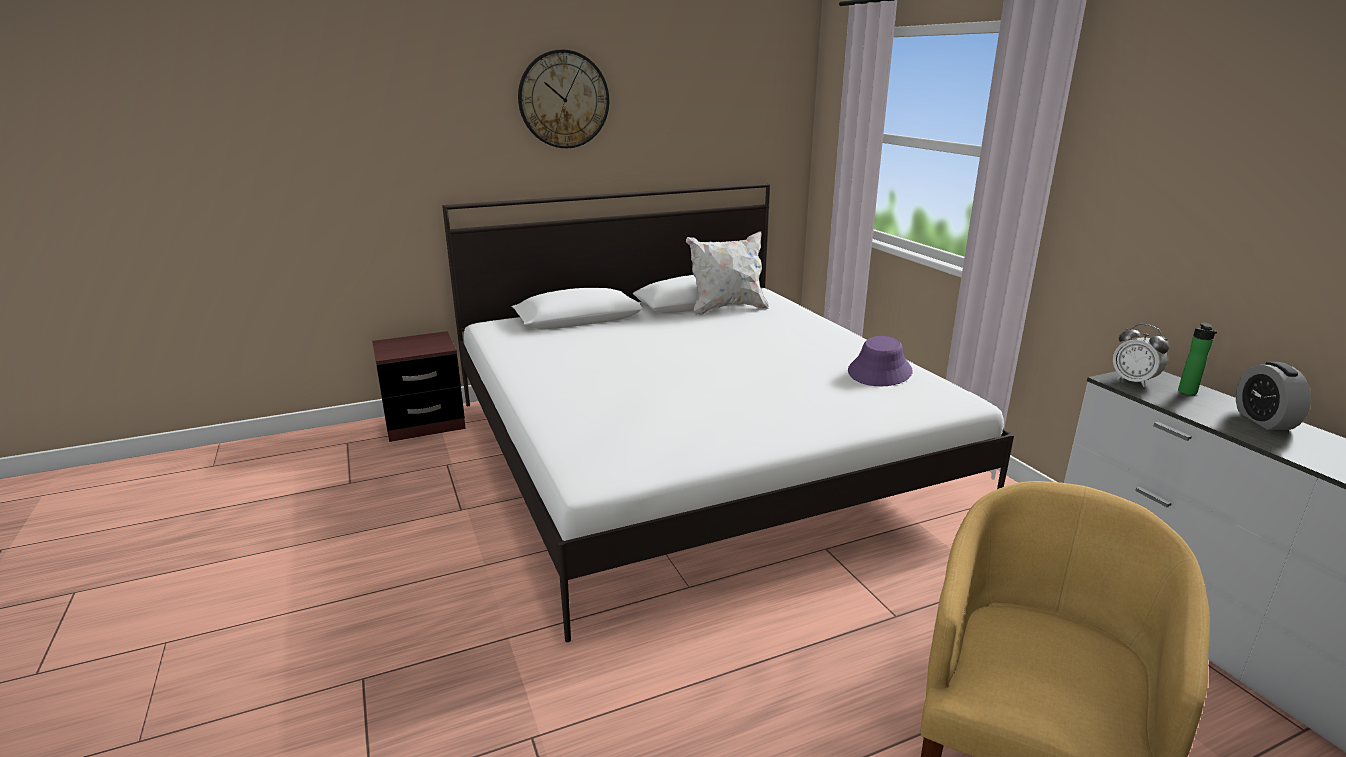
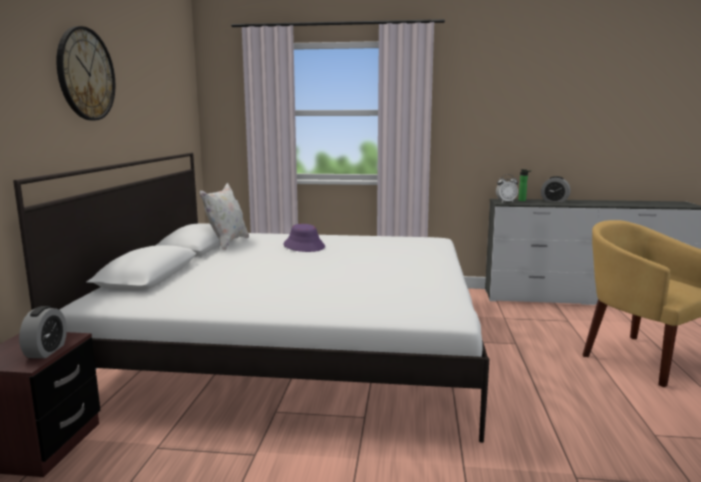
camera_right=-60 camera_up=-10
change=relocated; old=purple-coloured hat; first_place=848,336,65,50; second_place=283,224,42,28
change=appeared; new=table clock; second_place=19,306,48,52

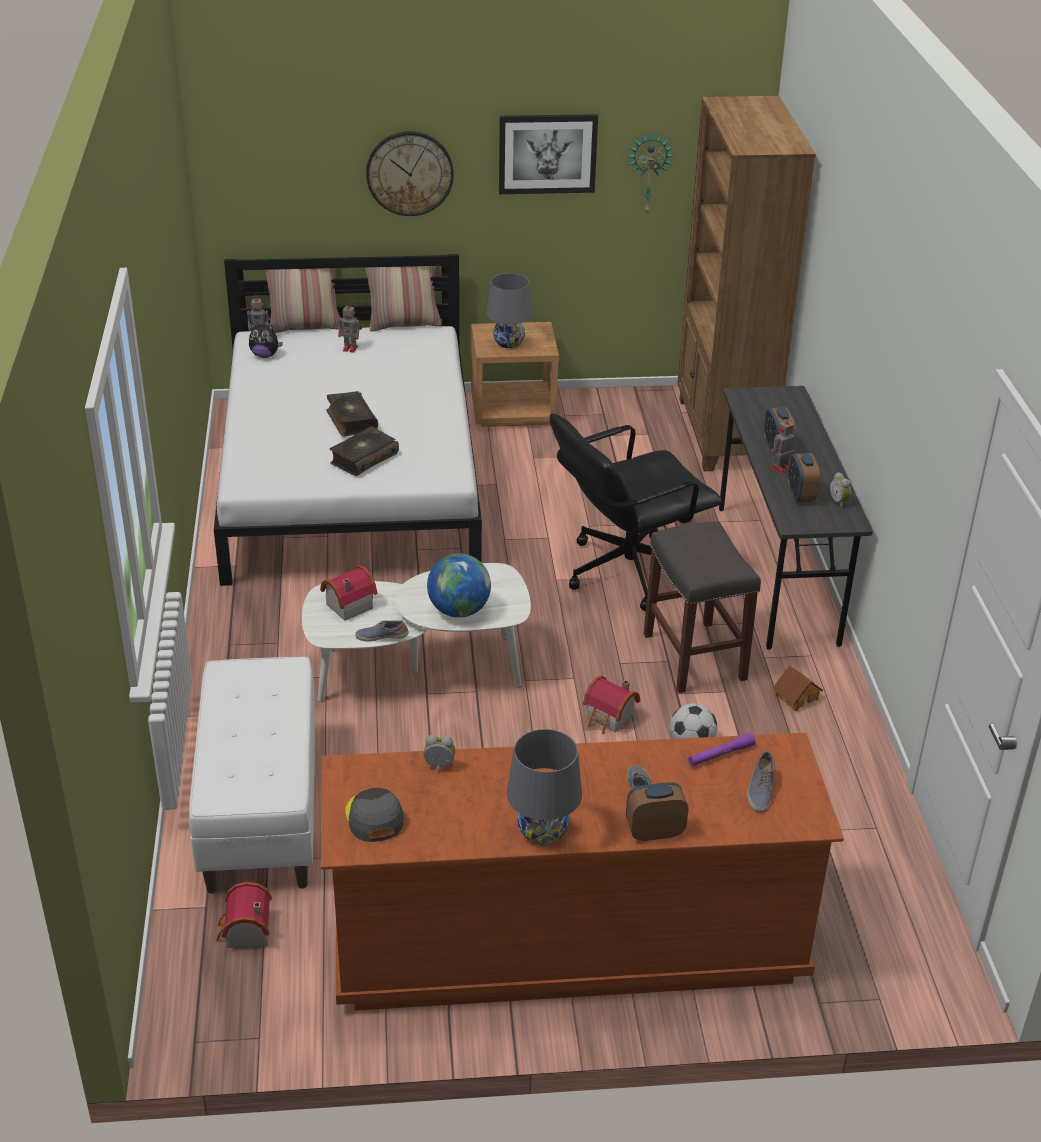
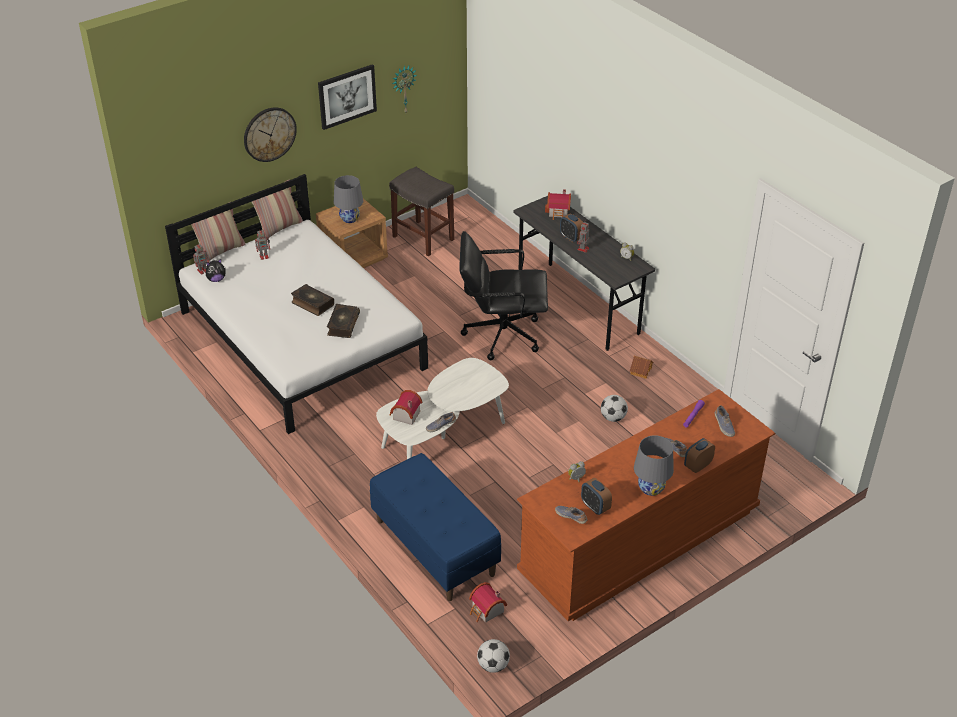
camera_right=-30 camera_up=5
change=colour; old=whitish bench; new=blue-coloured bench; first_place=189,657,126,236; second_place=370,453,131,148
change=exchanged; old=grey peaked cap; new=shoe; first_place=345,788,59,54; second_place=555,506,32,18
change=missing; old=desk globe; first_place=427,553,64,65
change=spun; old=black computer chair; first_place=550,414,172,197; second_place=460,231,88,129; degrees=60
change=relocated; old=miniature house; first_place=583,675,57,59; second_place=545,189,26,31
change=relocated; old=grey sitting stool; first_place=644,522,117,171; second_place=389,167,65,89
change=missing; old=brown shelving unit; first_place=677,96,139,375
change=relocated; old=table clock; first_place=788,453,32,50; second_place=581,478,31,37
change=appeared; new=football; second_place=477,639,33,34

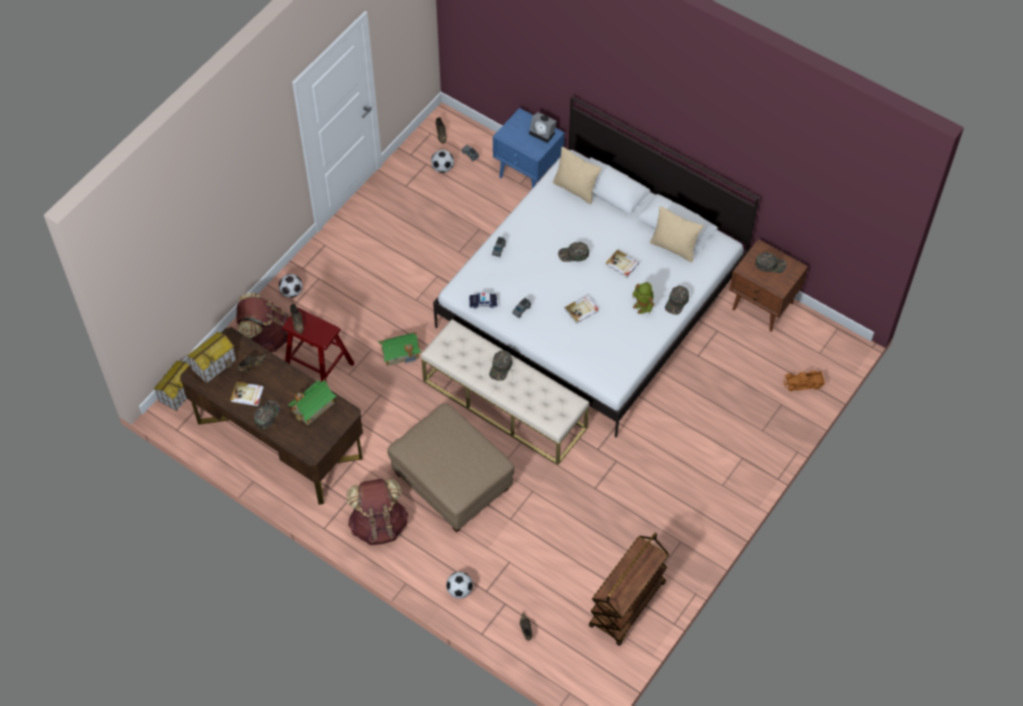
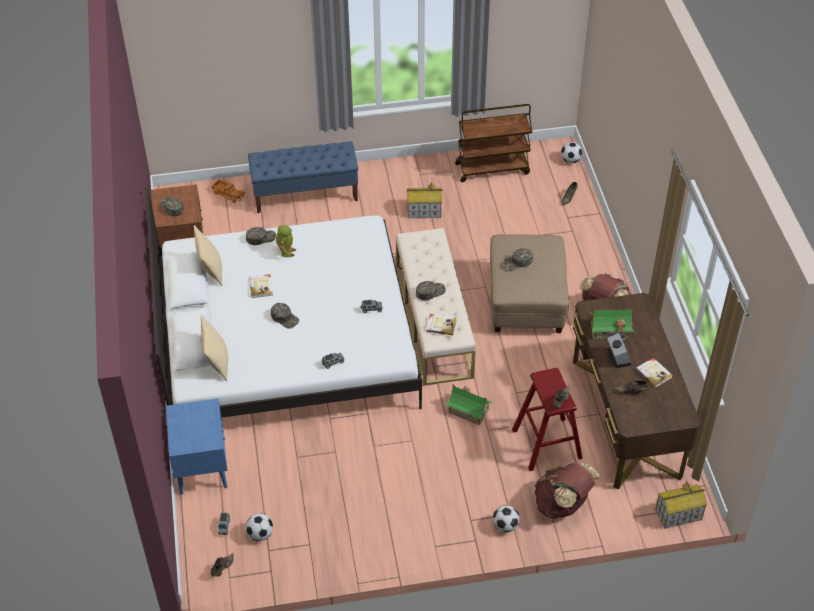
camera_right=-135 camera_up=-10
change=relocated; old=miniature house; first_place=187,332,49,51; second_place=407,182,35,36
change=relocated; old=greenish peaked cap; first_place=254,400,26,29; second_place=503,248,30,22
change=relocated; old=football; first_place=446,572,27,27; second_place=561,142,22,21
change=missing; old=miniature car; first_place=469,292,28,16
change=relocated; old=table clock; first_place=529,112,28,31; second_place=607,333,24,35
change=relocated; old=book; first_place=565,295,34,28; second_place=426,314,30,21
change=appeared; new=blue-coloured bench; second_place=248,141,110,72

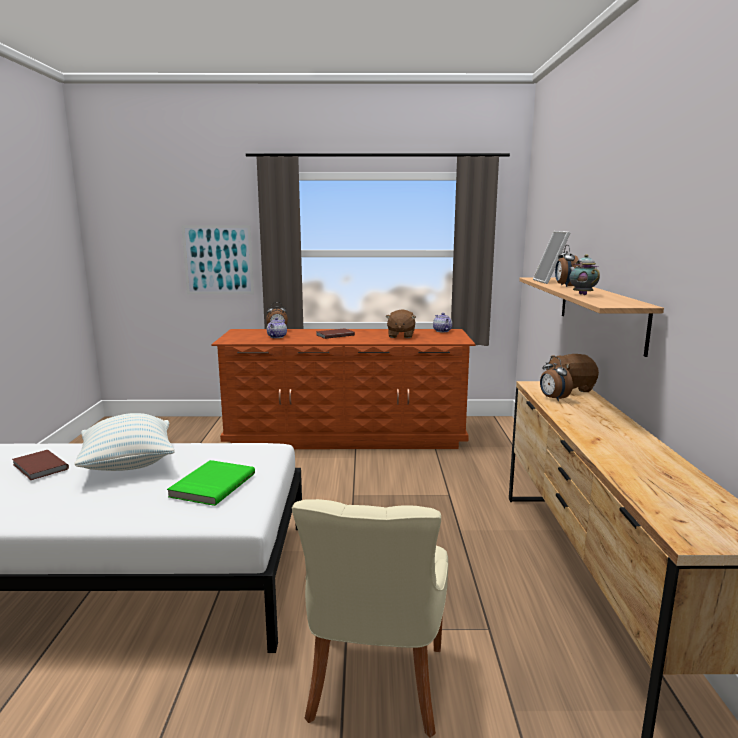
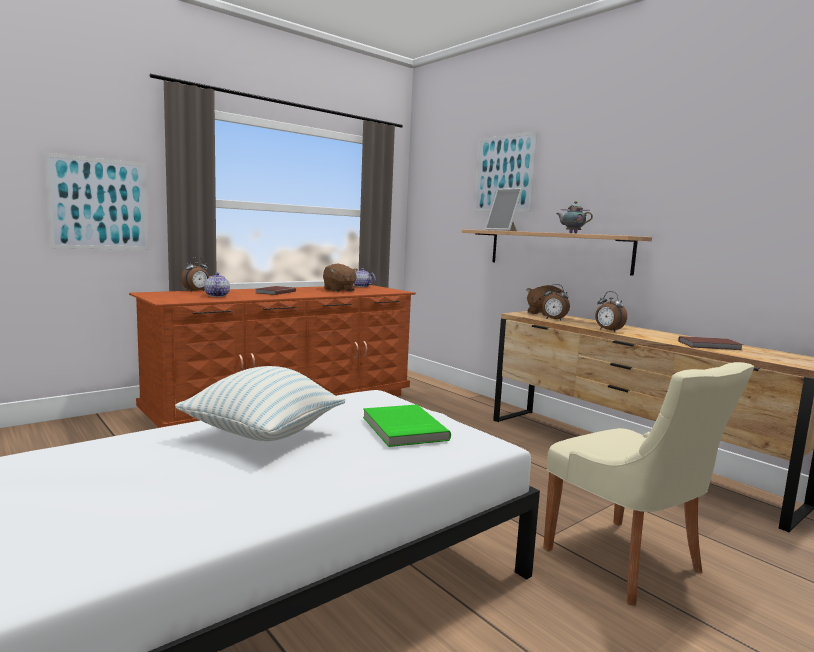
camera_right=-40 camera_up=-5
change=relocated; old=brown book; first_place=12,450,57,30; second_place=679,336,64,14
change=relocated; old=table clock; first_place=555,245,24,42; second_place=595,291,32,41
change=appeared; new=wall picture; second_place=474,131,63,81

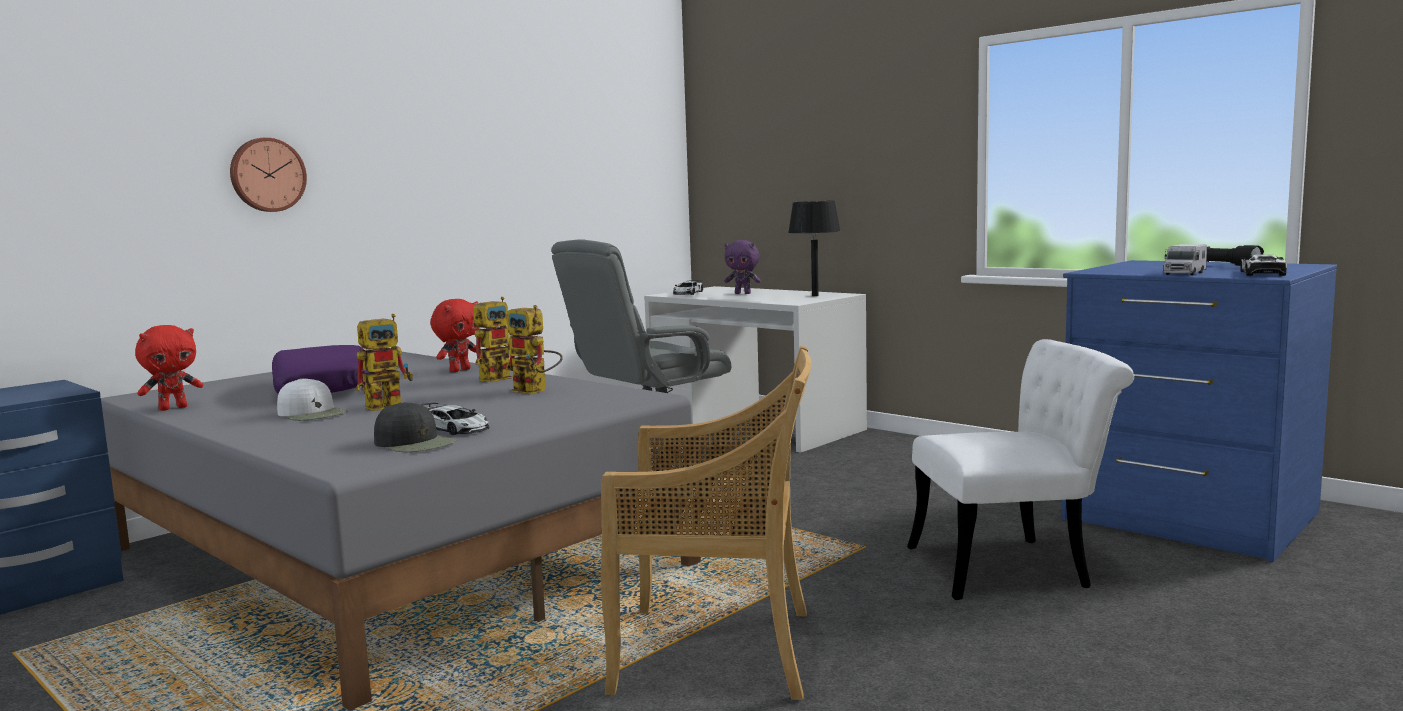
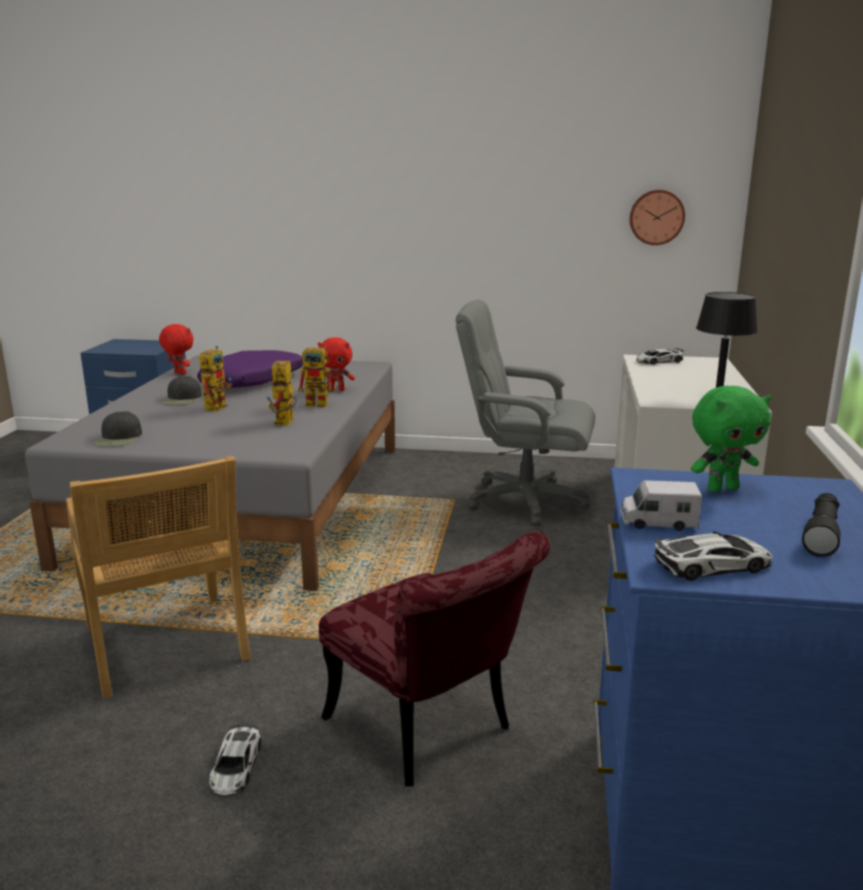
camera_right=55 camera_up=10
change=spun; old=red plush toy; first_place=135,325,68,86; second_place=159,324,35,51; degrees=-150
change=relocated; old=clock on the wall; first_place=230,137,77,75; second_place=629,190,56,55
change=colour; old=whitish peaked cap; new=black peaked cap; first_place=277,378,71,43; second_place=161,376,41,29
change=spun; old=toy robot; first_place=356,314,57,97; second_place=199,346,33,66; degrees=-90
change=relocated; old=miniature car; first_place=421,403,69,32; second_place=209,723,52,74
change=missing; old=purple-coloured plush toy; first_place=724,240,37,54
change=colour; old=whitish plain chair; new=red plain chair; first_place=907,339,227,261; second_place=319,531,231,255
change=appeared; new=greenish plush toy; second_place=691,386,80,106

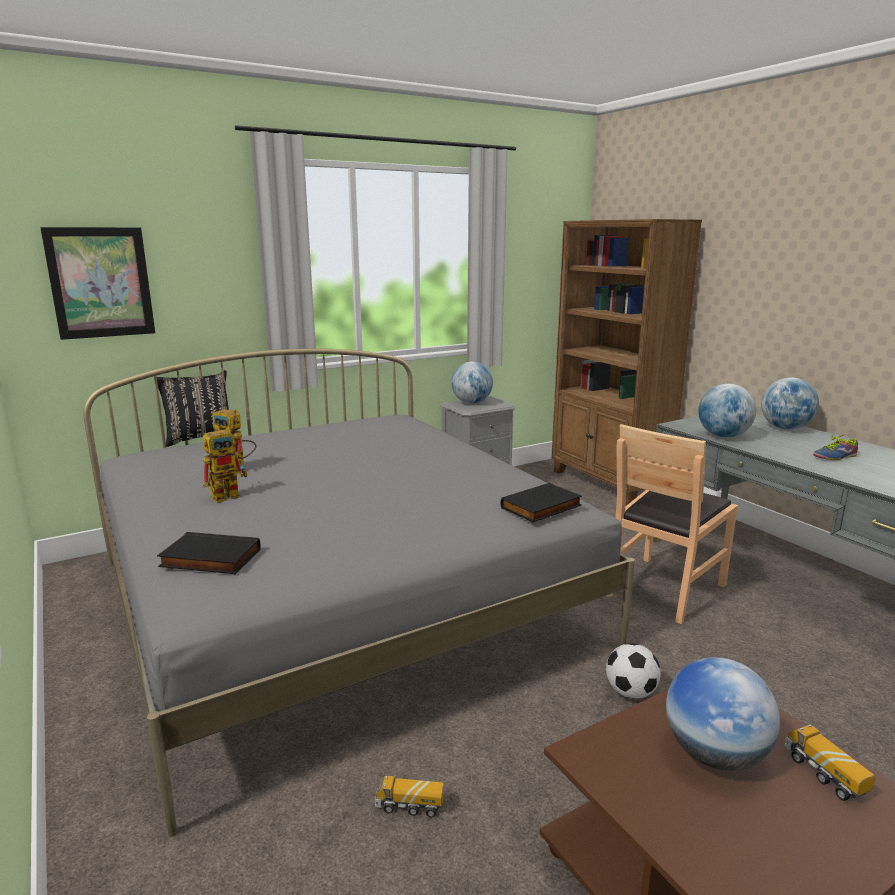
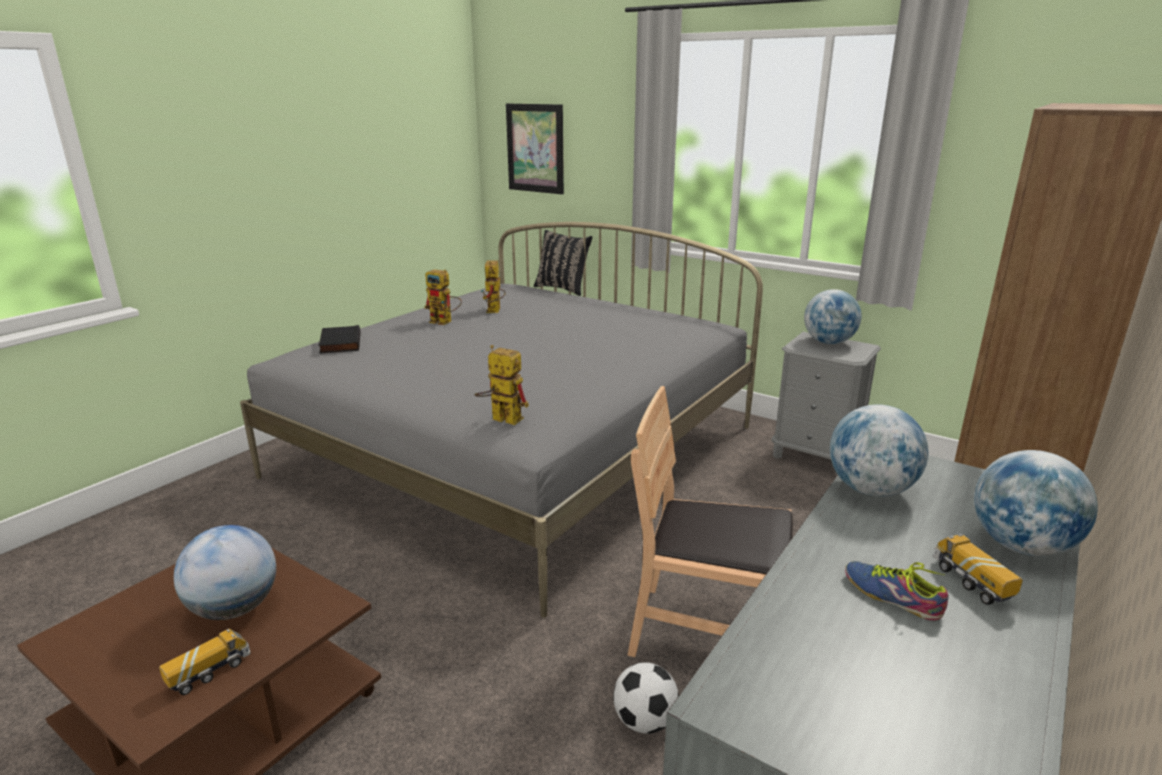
camera_right=65 camera_up=5
change=relocated; old=model truck; first_place=375,776,69,41; second_place=933,534,90,71
change=exchanged; old=black book; new=toy robot; first_place=501,483,81,39; second_place=474,345,55,80
change=relocated; old=football; first_place=606,643,55,56; second_place=613,662,66,72

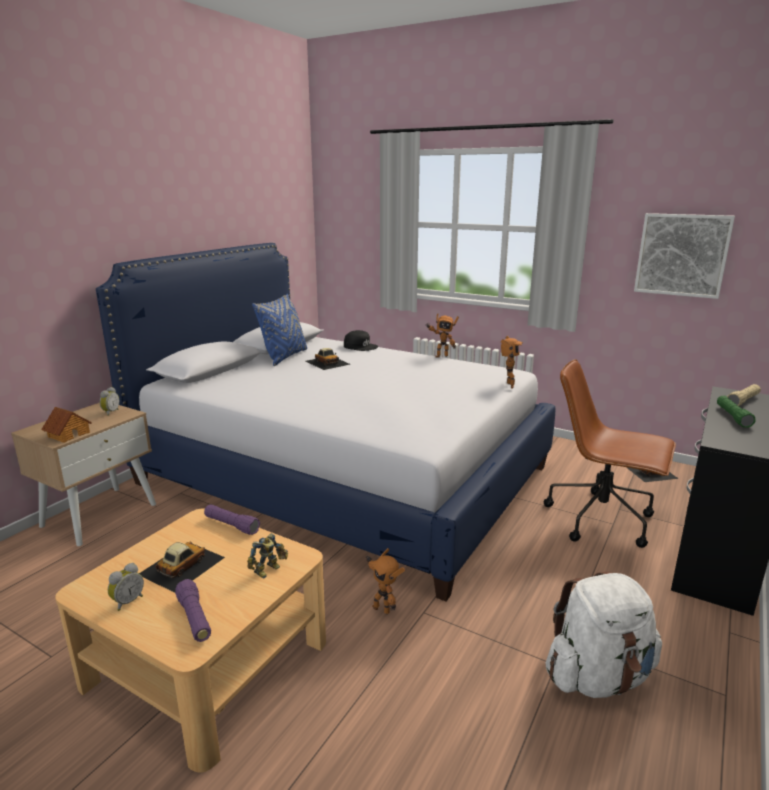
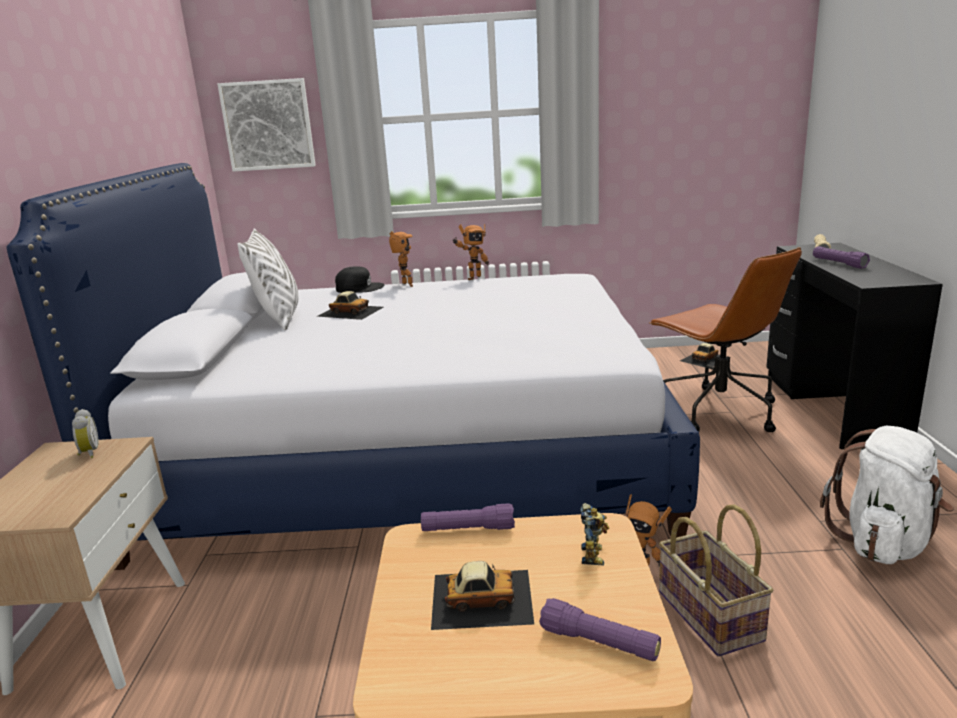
camera_right=-30 camera_up=0
change=missing; old=miniature house; first_place=41,407,51,36
change=missing; old=table clock; first_place=108,563,36,48
change=spun; old=miniature car; first_place=139,542,86,51; second_place=431,561,103,69; degrees=90
change=colour; old=blue-coloured cushion; new=whitish cushion; first_place=252,294,55,72; second_place=237,228,61,103
change=relocated; old=toy robot; first_place=501,336,22,52; second_place=389,231,24,56
change=spun; old=brown computer chair; first_place=544,359,132,189; second_place=649,247,153,185; degrees=-120
change=relocated; old=wall picture; first_place=634,213,101,86; second_place=217,78,99,94
change=colour; old=greenish torch; new=purple-coloured torch; first_place=717,396,39,32; second_place=813,246,57,23
change=appeared; new=storage basket; second_place=659,504,114,153

